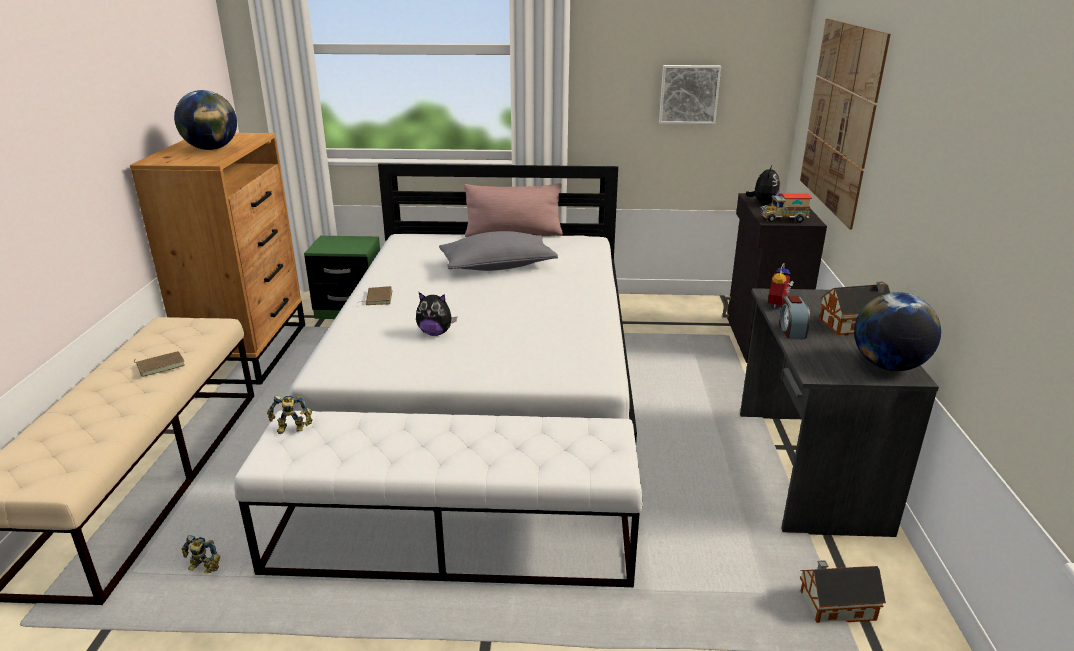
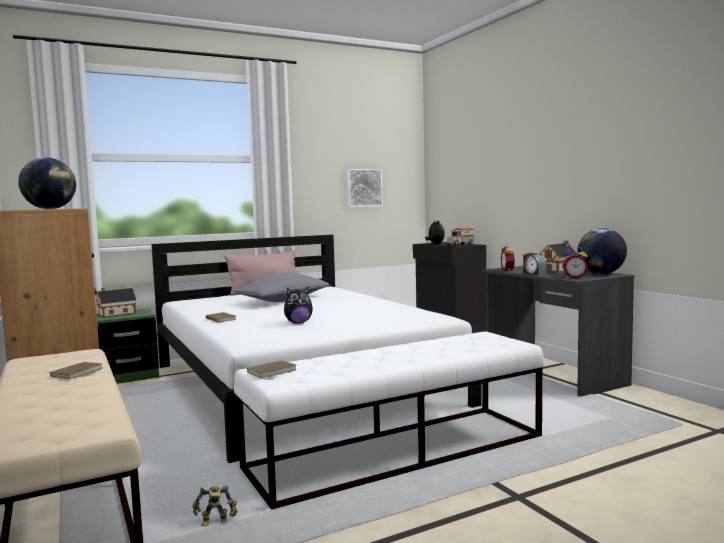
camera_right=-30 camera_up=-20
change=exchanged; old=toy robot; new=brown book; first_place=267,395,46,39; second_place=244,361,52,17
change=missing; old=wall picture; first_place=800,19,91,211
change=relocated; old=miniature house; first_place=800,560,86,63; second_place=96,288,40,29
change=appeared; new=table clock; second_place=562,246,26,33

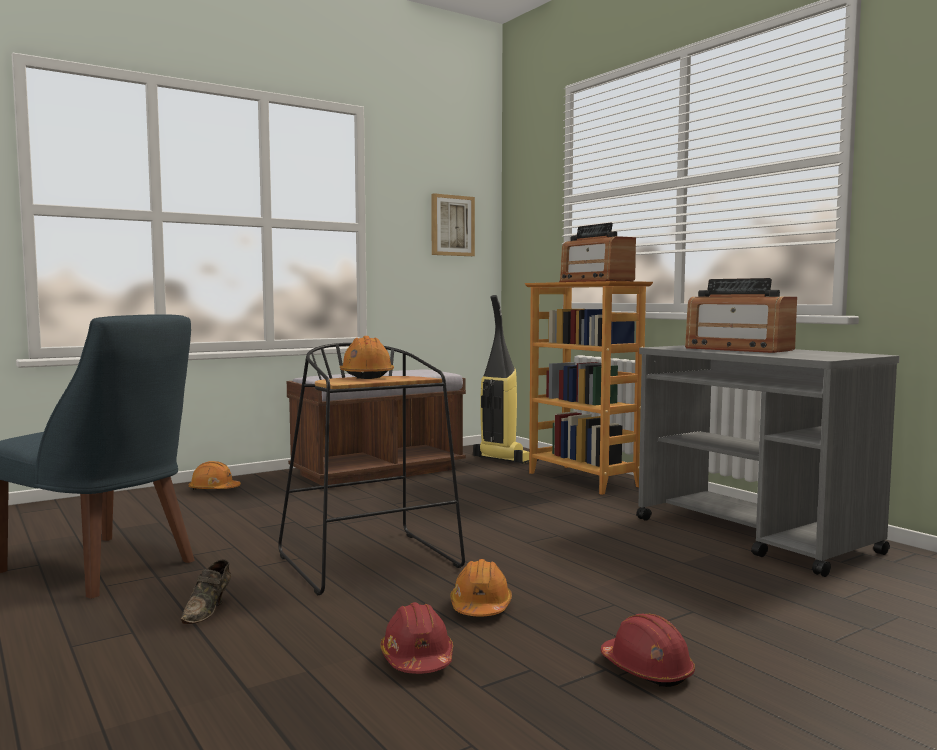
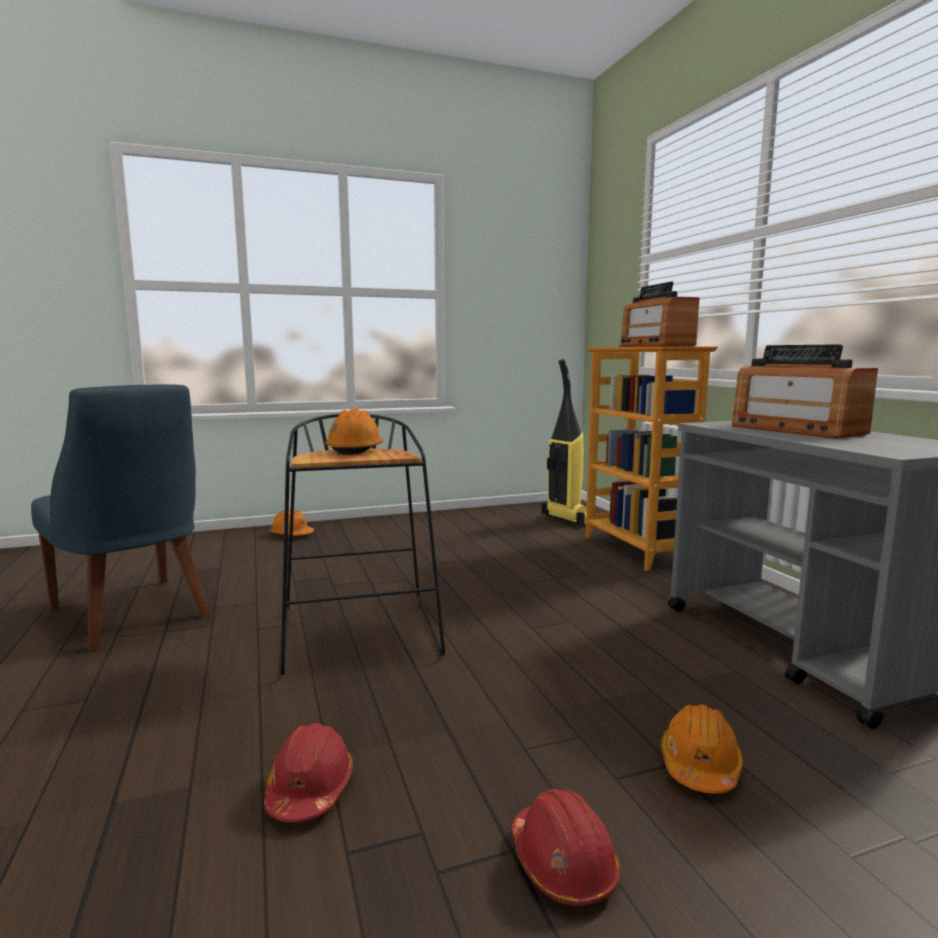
camera_right=15 camera_up=5
change=missing; old=brown shoe; first_place=181,560,50,64
change=missing; old=brown bench; first_place=287,370,179,118
change=missing; old=wall picture; first_place=431,193,44,63
change=relocated; old=orange safety helmet; first_place=450,559,62,57; second_place=661,704,82,89

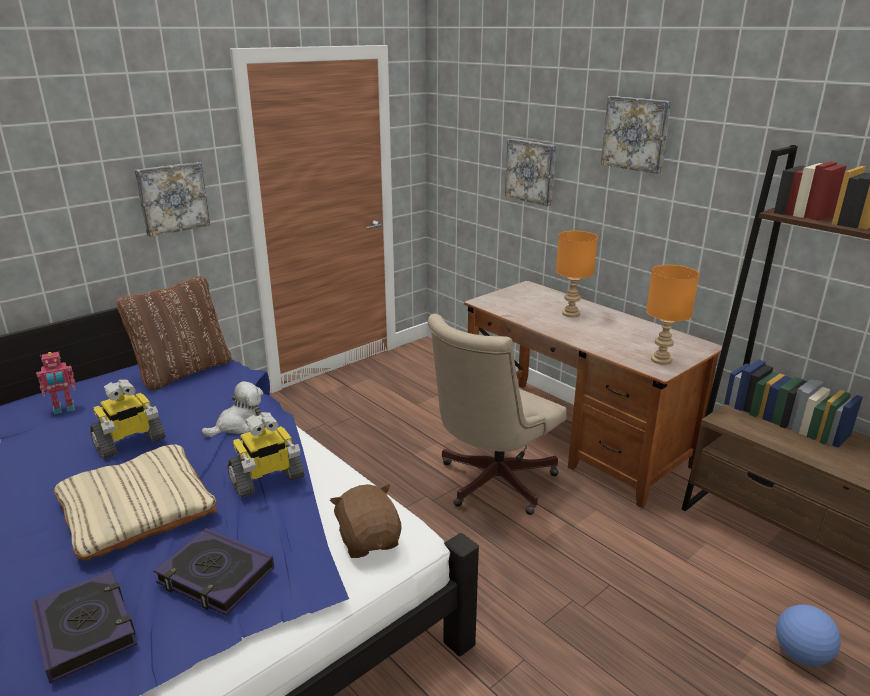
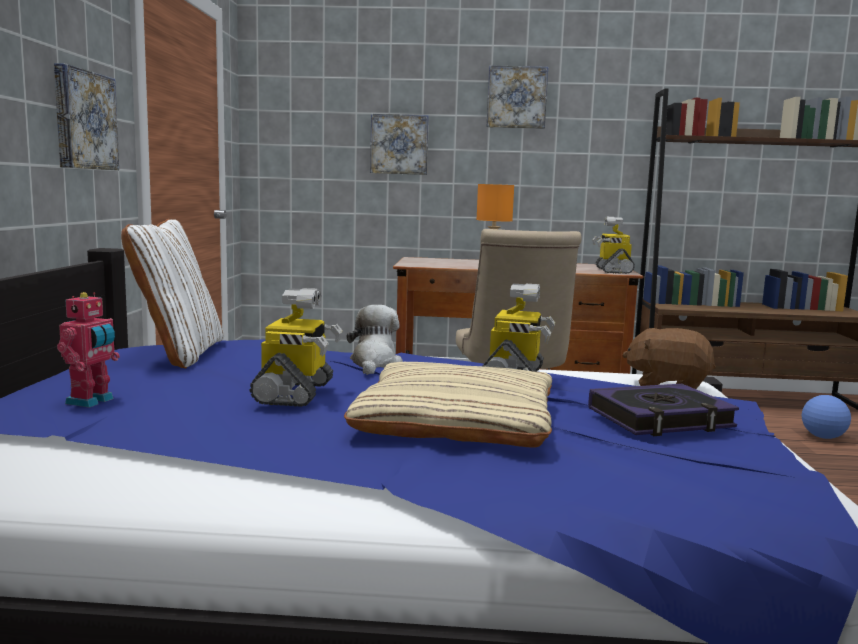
camera_right=-45 camera_up=-15
change=missing; old=book; first_place=31,571,106,112
change=colour; old=brown cushion; new=whitish cushion; first_place=116,276,116,115; second_place=121,219,103,149
change=exchanged; old=orange table lamp; new=toy robot; first_place=646,265,53,100; second_place=592,217,43,57

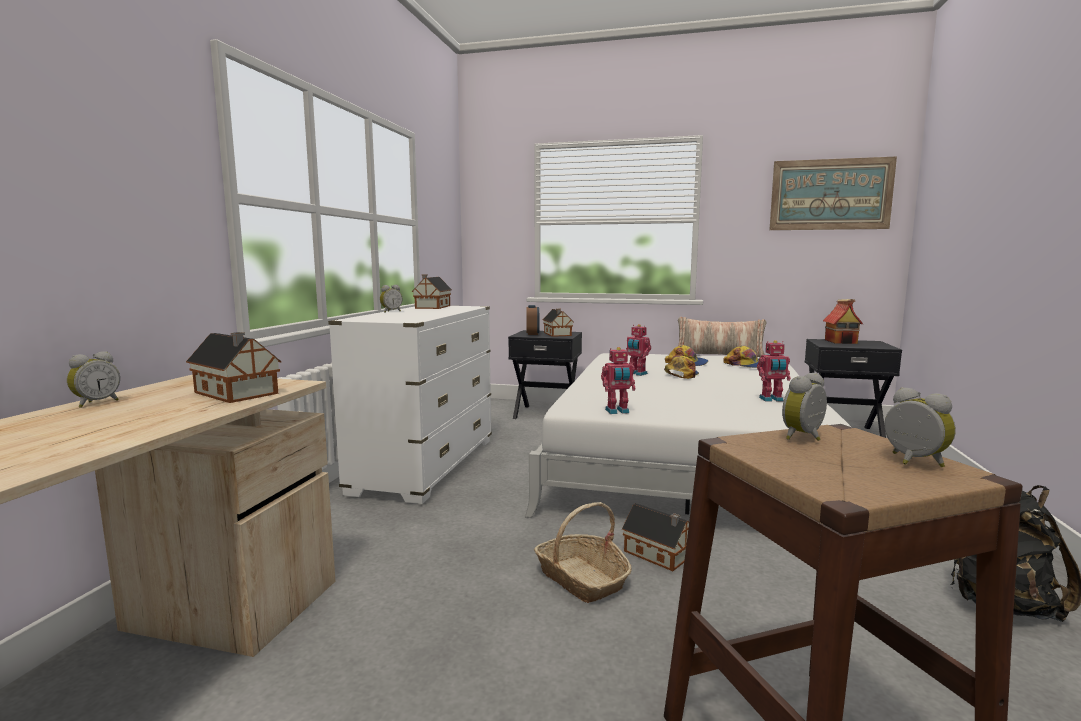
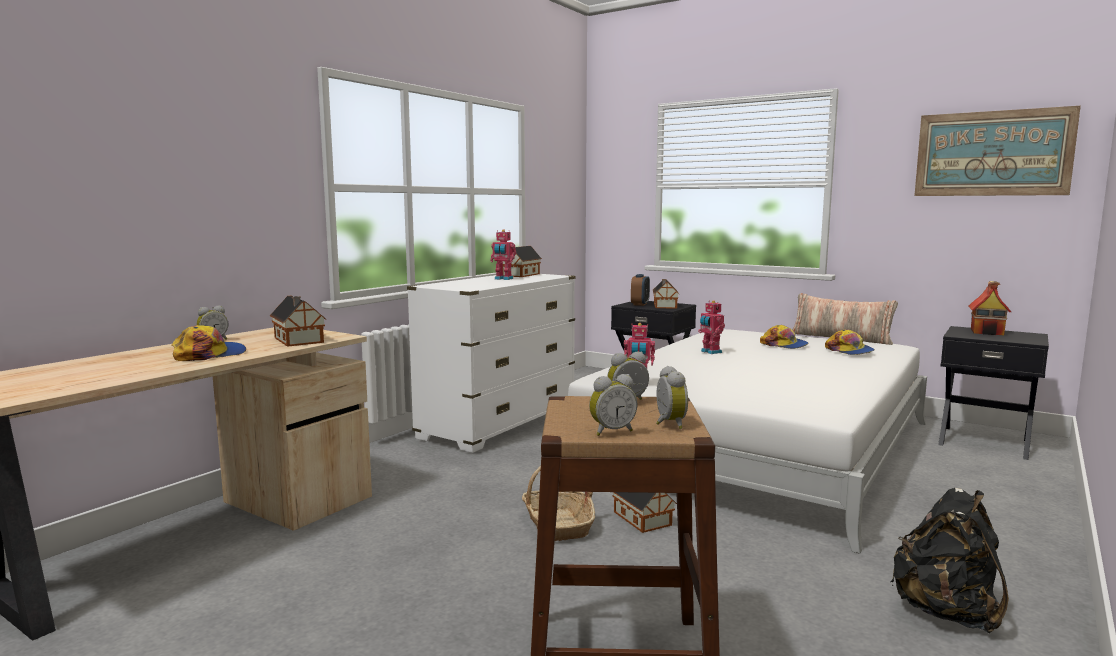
camera_right=20 camera_up=0
change=relocated; old=table clock; first_place=380,285,22,27; second_place=589,374,49,62
change=relocated; old=peaked cap; first_place=664,356,35,23; second_place=171,325,75,36
change=relocated; old=toy robot; first_place=757,340,34,62; second_place=490,229,26,51

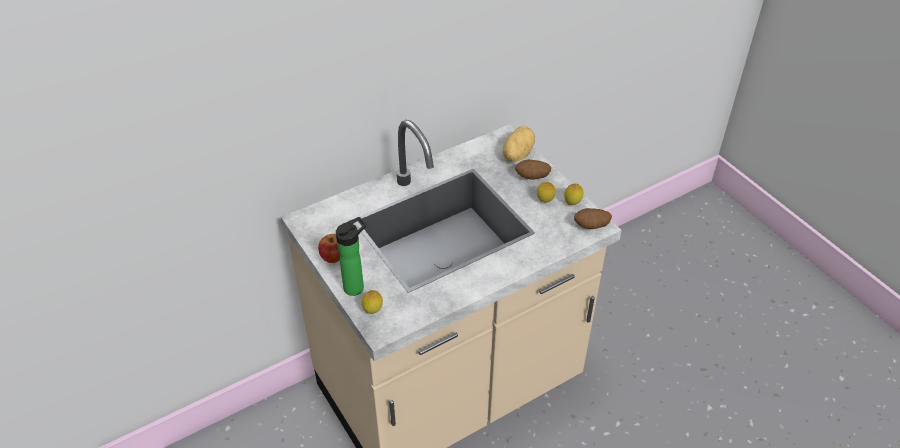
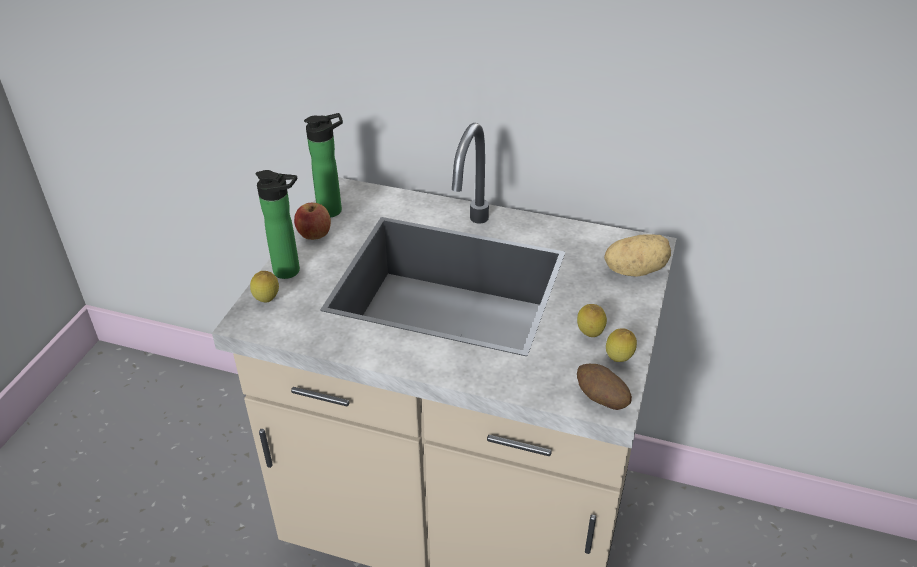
camera_right=50 camera_up=-5
change=missing; old=potato; first_place=515,160,36,20
change=appeared; new=beverage bottle; second_place=304,113,39,105

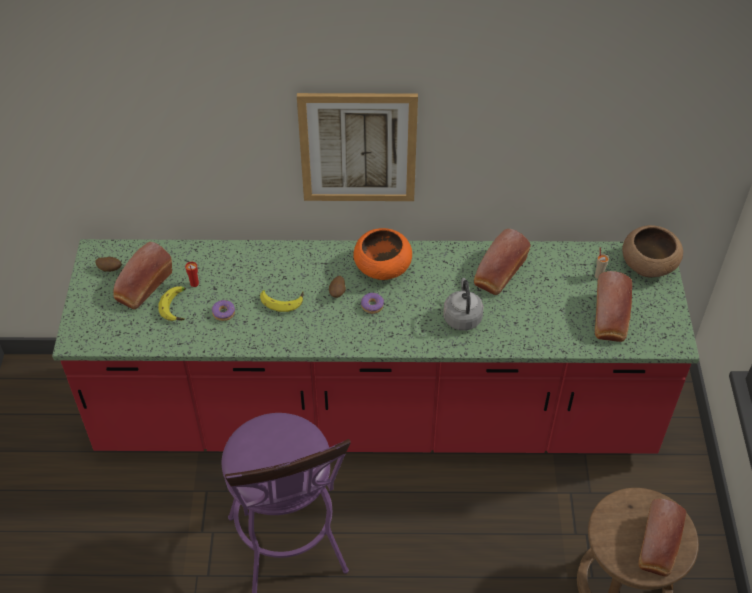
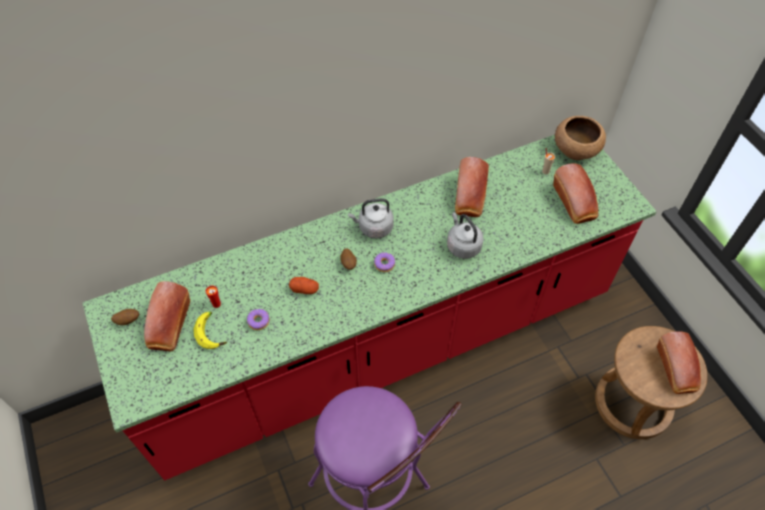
camera_right=-25 camera_up=5
change=exchanged; old=banana; new=potato; first_place=260,290,44,22; second_place=289,277,30,17
change=missing; old=wall picture; first_place=297,93,121,108
change=exchanged; old=orange serving bowl; new=grey water kettle; first_place=353,228,59,52; second_place=348,198,46,40

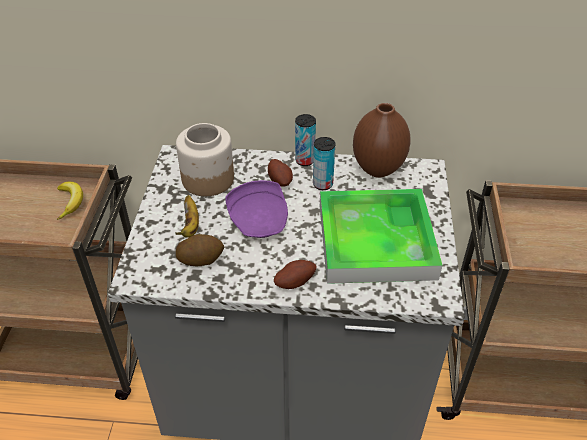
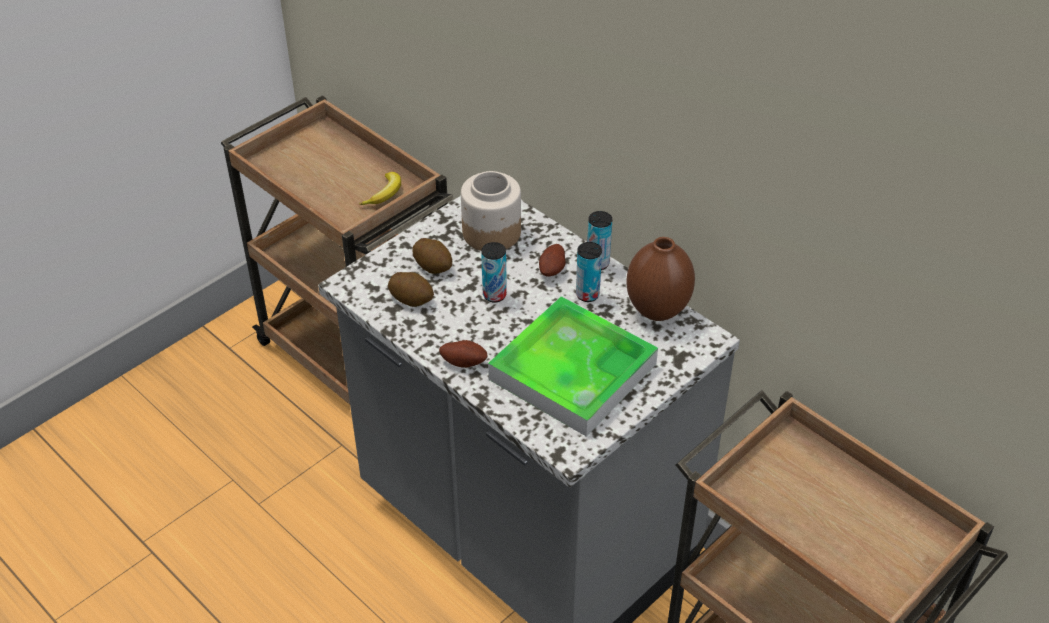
camera_right=40 camera_up=0
change=exchanged; old=banana; new=potato; first_place=175,195,24,43; second_place=412,238,40,36
change=exchanged; old=purple-coloured plate; new=can; first_place=225,180,63,58; second_place=481,242,26,60

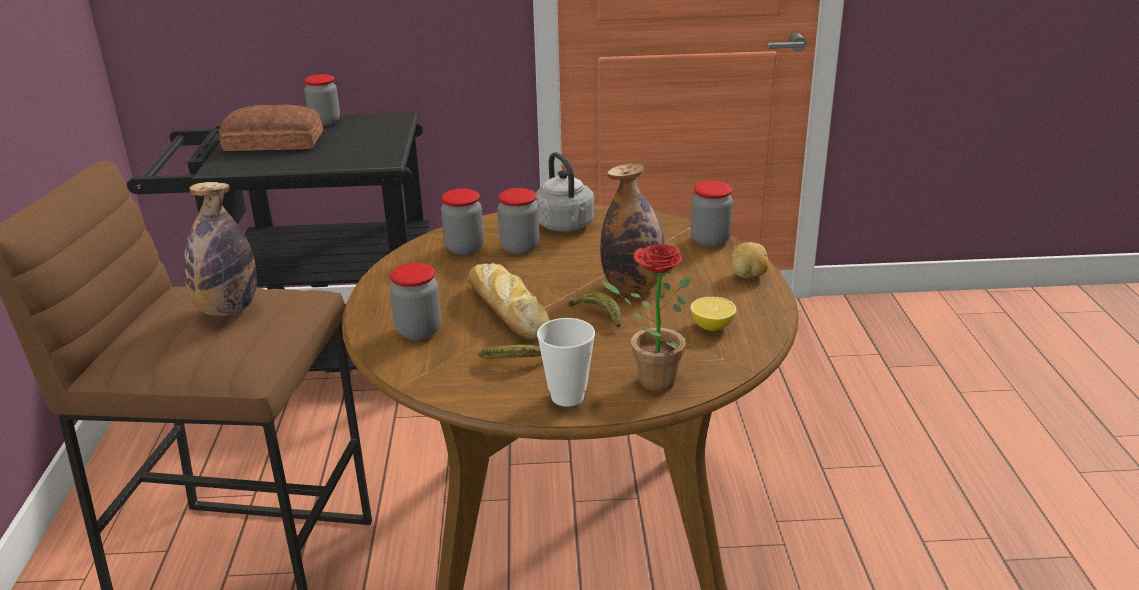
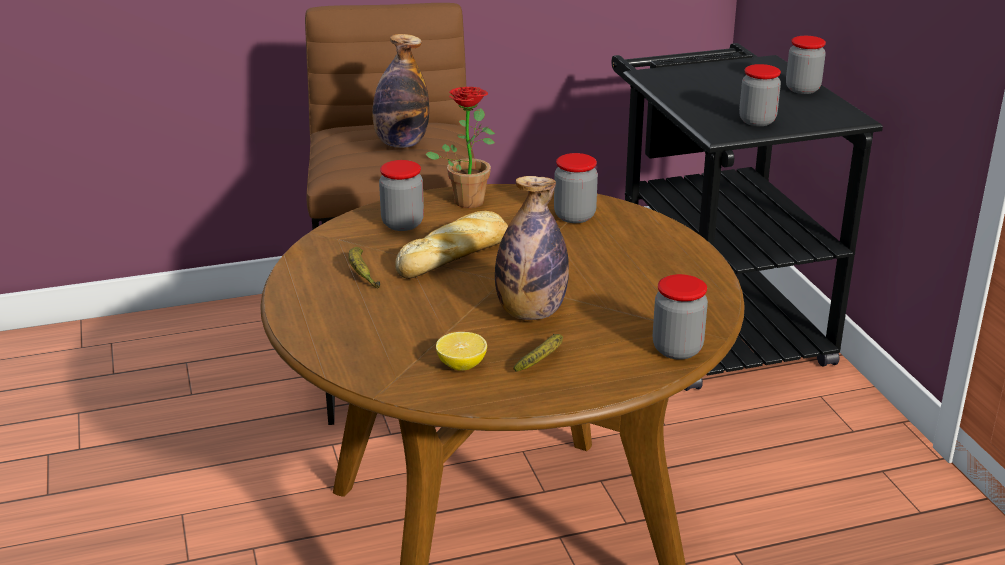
camera_right=75 camera_up=0
change=missing; old=baked bread; first_place=219,104,104,47
change=relocated; old=storage jar; first_place=498,188,42,67; second_place=739,64,42,62
change=missing; old=grey water kettle; first_place=535,152,59,79
change=missing; old=drinking cup; first_place=537,318,58,89
change=relocated; old=banana; first_place=568,291,54,36; second_place=513,334,50,38
change=relocated; old=houseplant; first_place=602,244,88,147; second_place=425,87,70,121
change=missing; old=potato; first_place=730,242,39,36

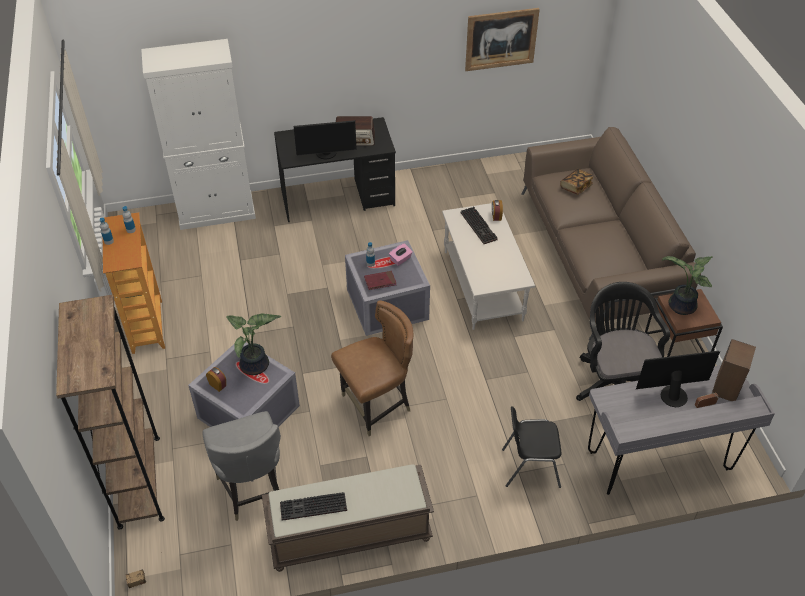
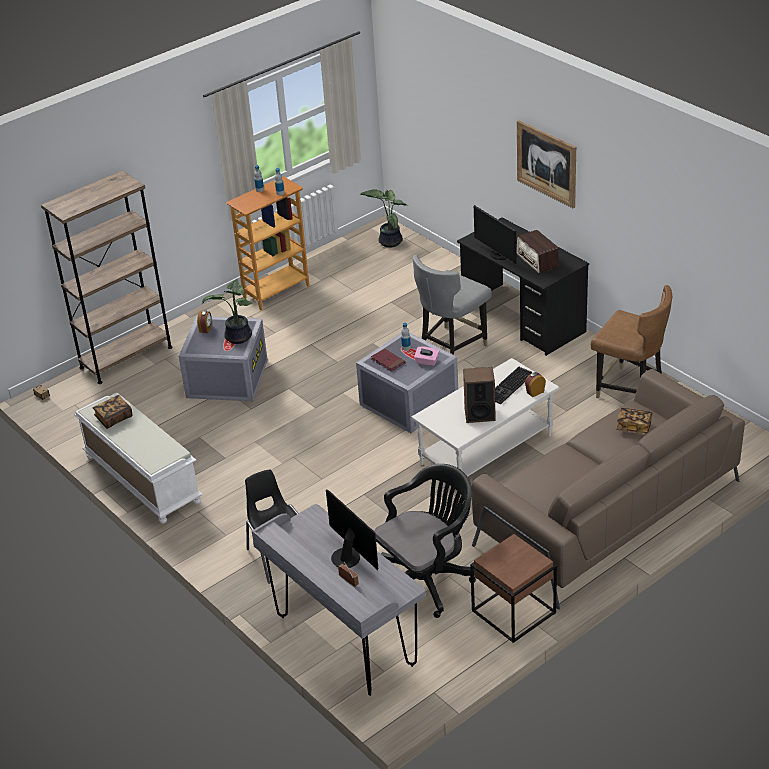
camera_right=65 camera_up=-10
change=missing; old=whitish storage cabinet; first_place=141,39,115,191
change=relocated; old=grey plain chair; first_place=202,411,79,110; second_place=413,254,79,101
change=colour; old=brown bench; new=whitish bench; first_place=262,464,172,108; second_place=74,393,129,131
change=exchanged; old=computer keyboard; new=book; first_place=280,492,67,29; second_place=93,395,39,34
change=relocated; old=brown plain chair; first_place=331,300,82,136; second_place=591,285,81,113
change=relocated; old=wall picture; first_place=465,8,75,63; second_place=517,120,59,88
change=relocated; old=houseplant; first_place=662,256,50,59; second_place=360,189,48,59
change=relocated; old=audio speaker; first_place=712,339,44,62; second_place=463,367,33,56

